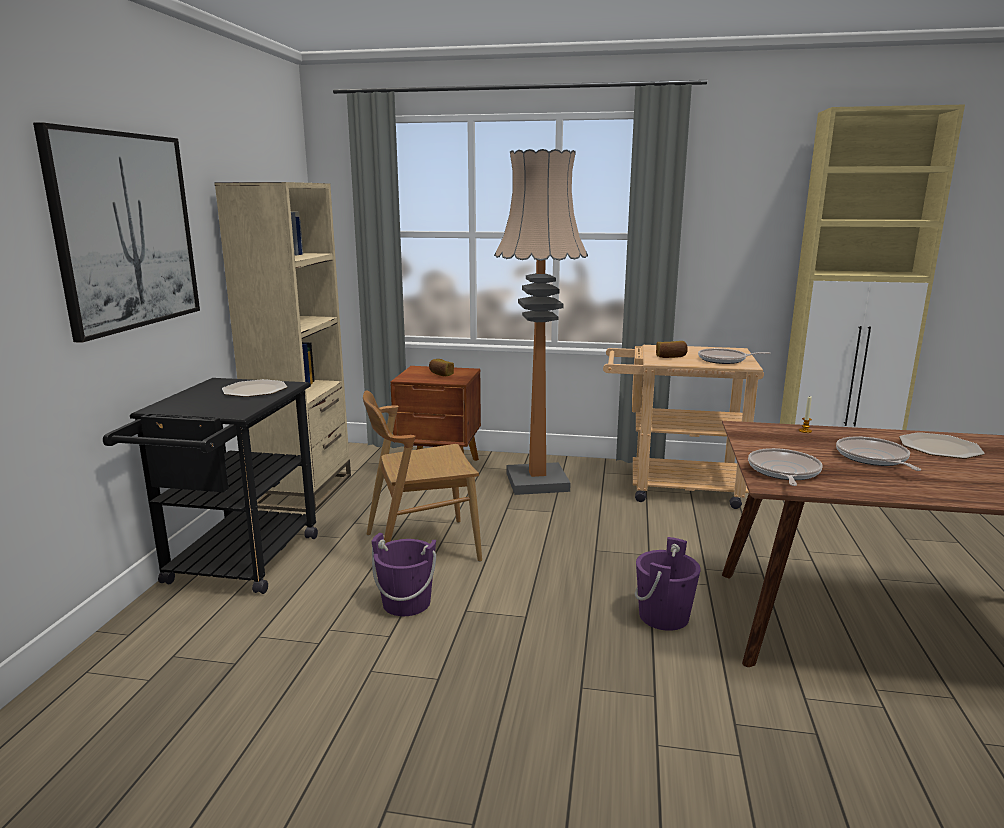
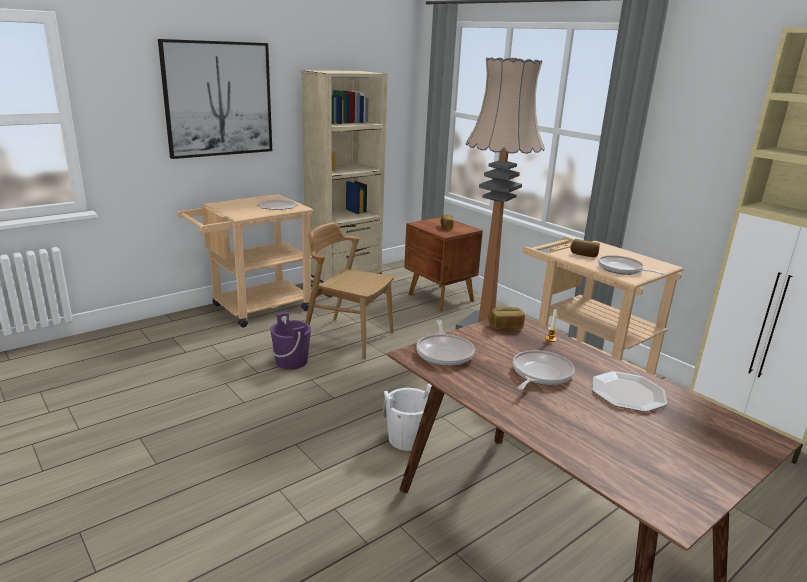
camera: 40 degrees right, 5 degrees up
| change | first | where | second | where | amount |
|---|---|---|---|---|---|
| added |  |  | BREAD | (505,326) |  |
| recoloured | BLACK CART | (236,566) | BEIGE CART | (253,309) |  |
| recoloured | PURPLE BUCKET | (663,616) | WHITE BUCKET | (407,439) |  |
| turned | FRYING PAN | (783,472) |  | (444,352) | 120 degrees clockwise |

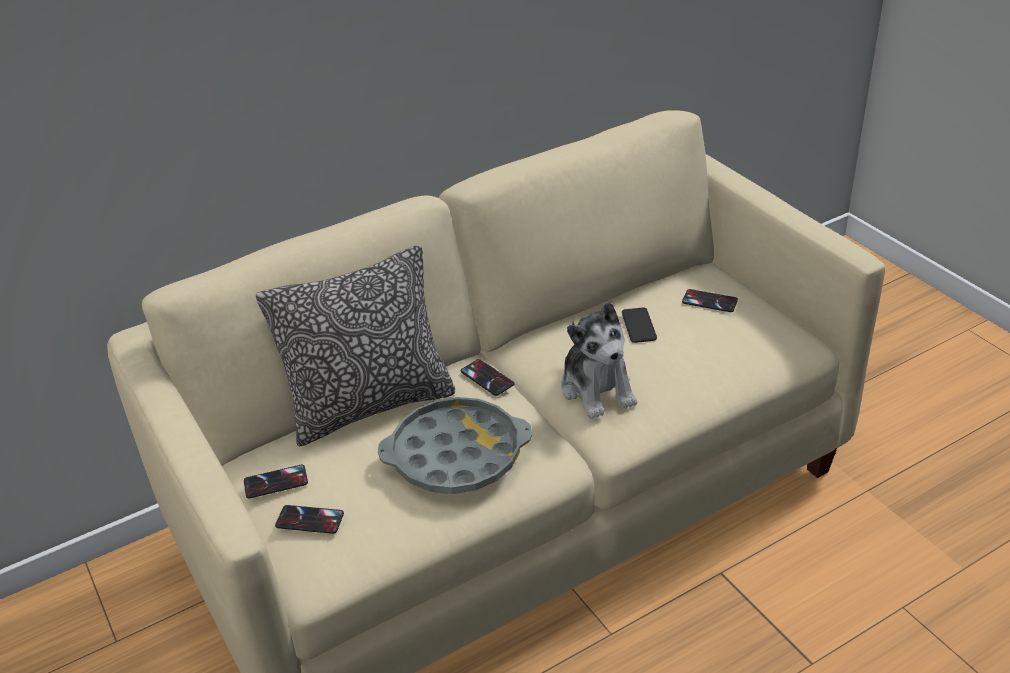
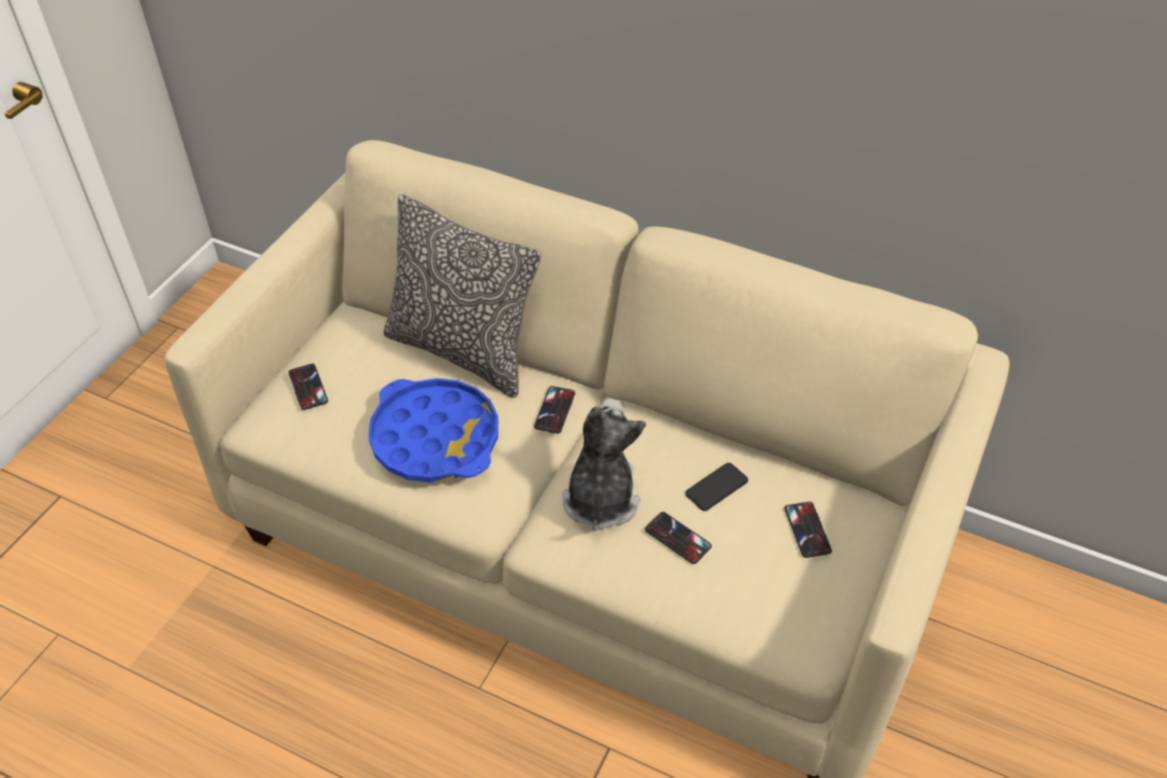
camera: 55 degrees right, 10 degrees up
| change | first | where | second | where | amount |
|---|---|---|---|---|---|
| moved | PHONE | (276,482) |  | (677,538) |  |
| recoloured | GREY TRAY | (456,454) | BLUE TRAY | (435,438) |  |
| turned | PLUSH TOY | (597,388) |  | (600,498) | 150 degrees clockwise |

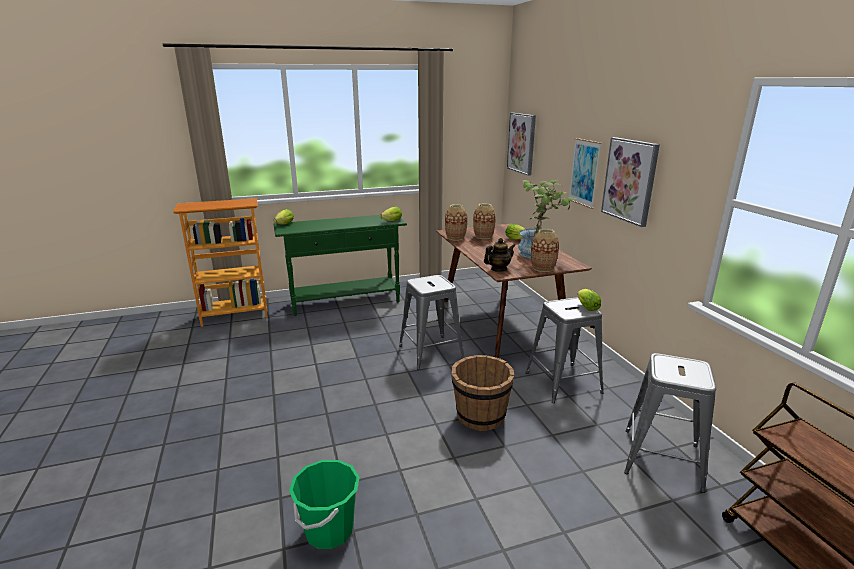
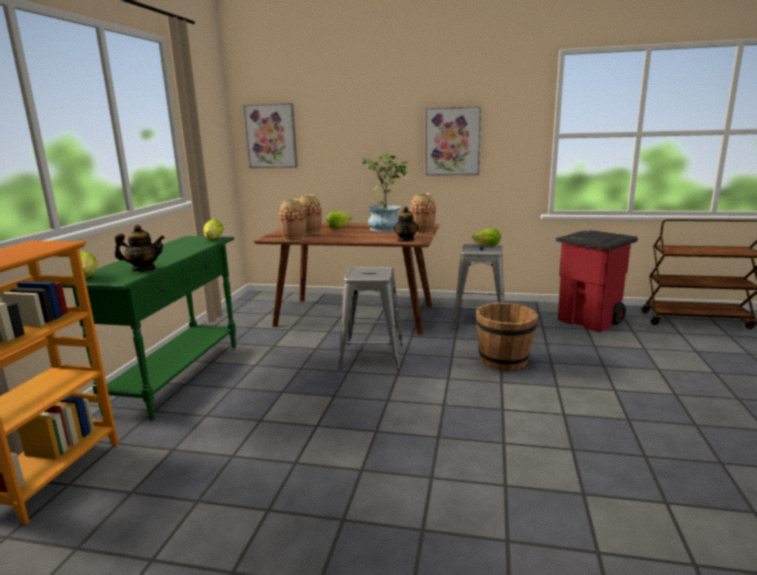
camera: 60 degrees left, 5 degrees down
| change | first | where | second | where | amount |
|---|---|---|---|---|---|
| removed | GREEN BUCKET | (329,530) |  |  |  |
| removed | PICTURE | (584,173) |  |  |  |
| added |  |  | TEAPOT | (144,269) |  |
| replaced | GREY STOOL | (661,458) | RED TRASH CAN | (590,321) |  |

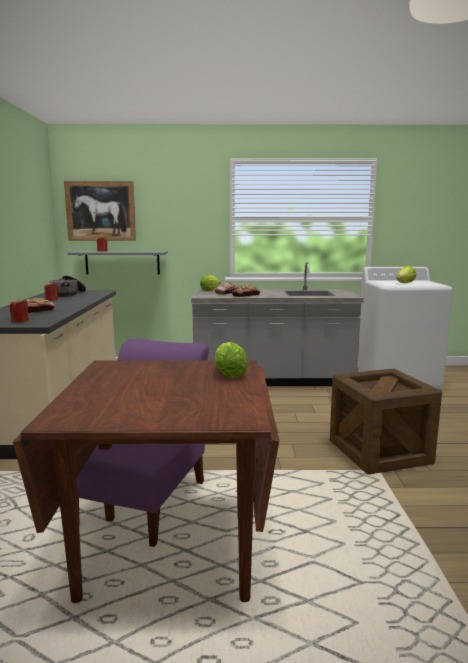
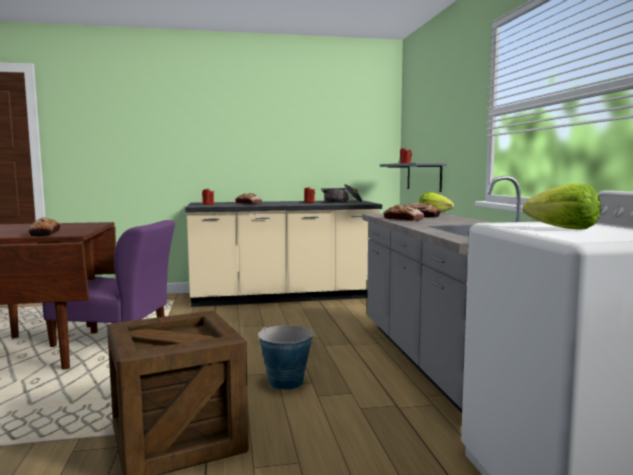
camera: 80 degrees right, 5 degrees down
| change | first | where | second | where | amount |
|---|---|---|---|---|---|
| removed | PICTURE | (100,211) |  |  |  |
| added |  |  | BUCKET | (286,382) |  |
| replaced | LETTUCE | (229,374) | BREAD | (45,234) |  |

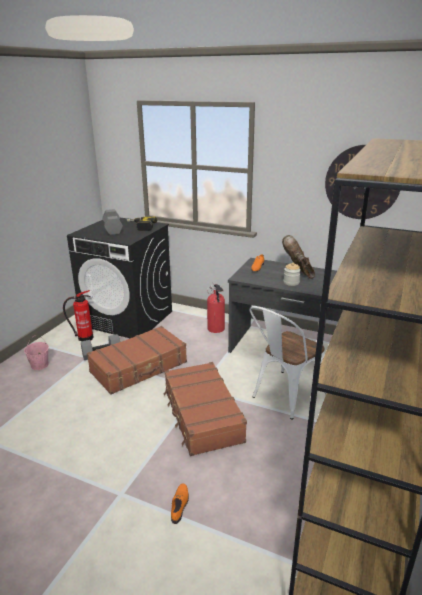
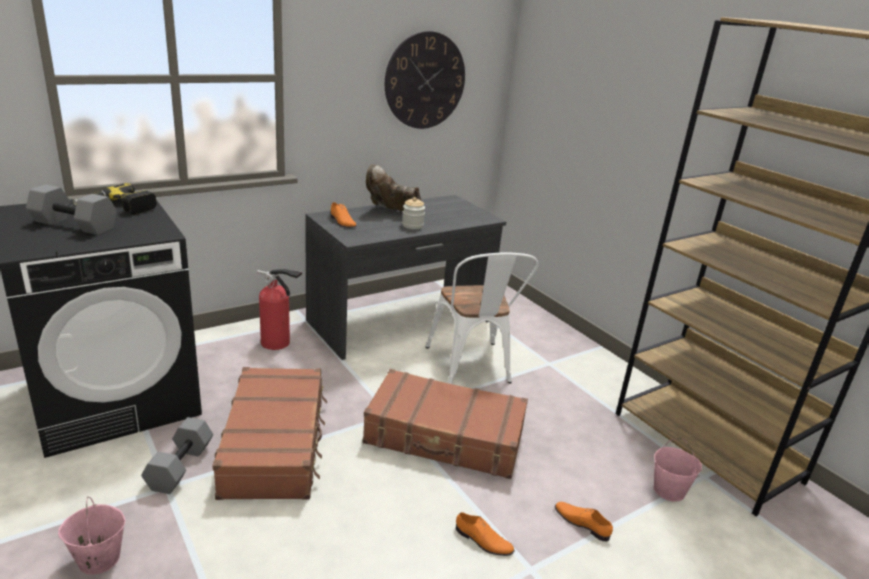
camera: 60 degrees left, 0 degrees up
| change | first | where | second | where | amount |
|---|---|---|---|---|---|
| removed | FIRE EXTINGUISHER | (84,338) |  |  |  |
| added |  |  | ORANGE SHOE | (483,541) |  |
| added |  |  | PINK BUCKET | (669,490) |  |

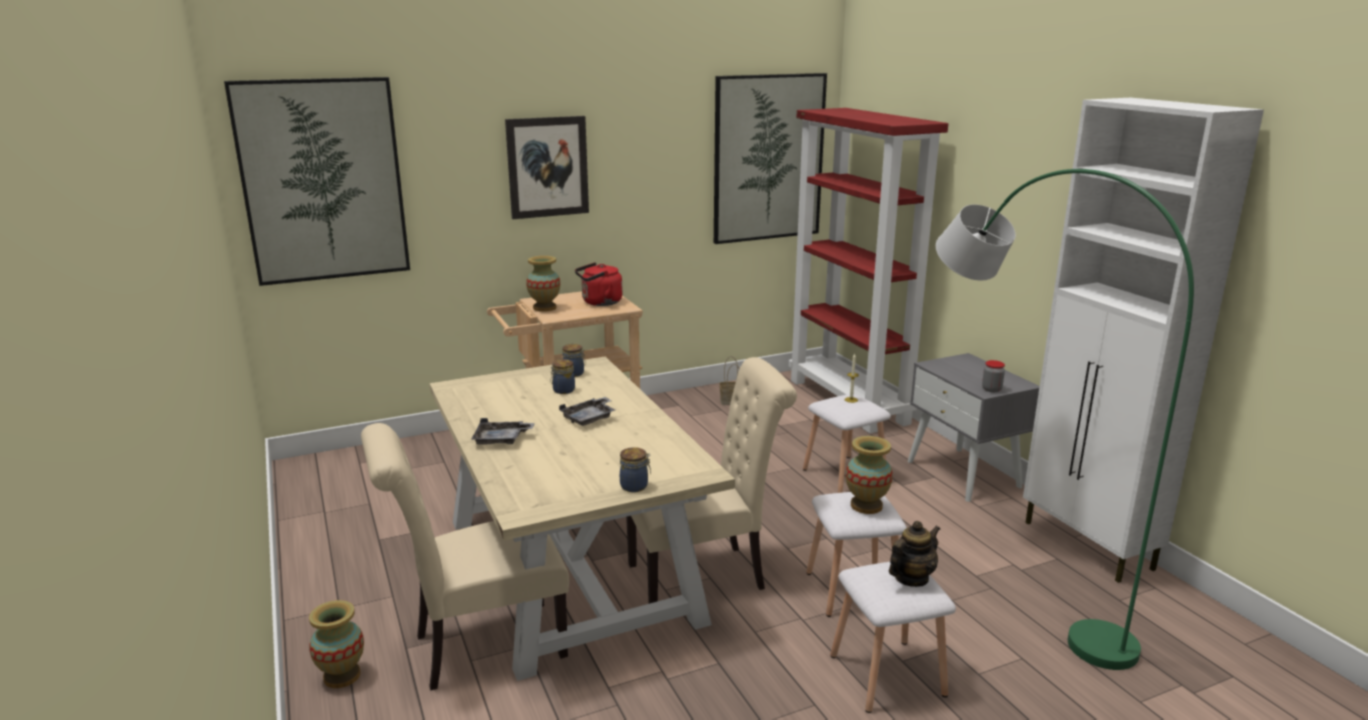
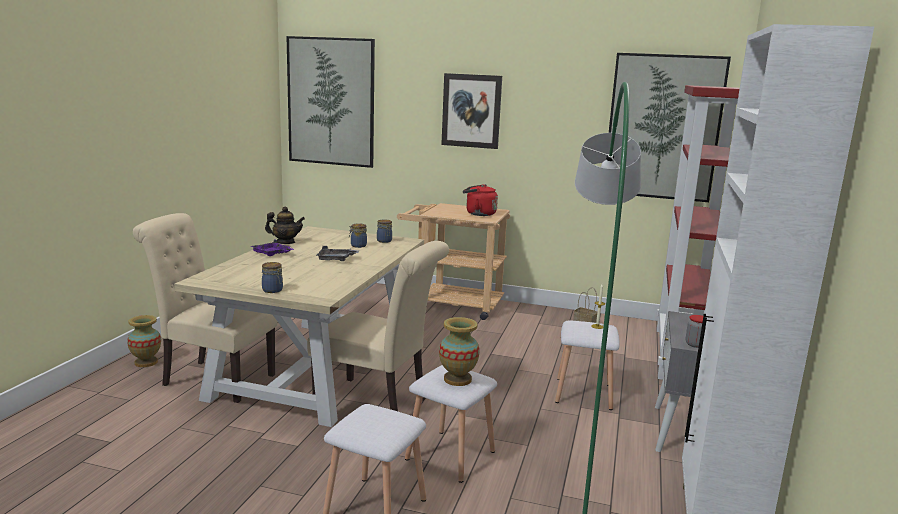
camera: 40 degrees right, 5 degrees down
| change | first | where | second | where | amount |
|---|---|---|---|---|---|
| removed | VASE | (544,308) |  |  |  |
| moved | TEAPOT | (911,578) |  | (285,242) |  |
| recoloured | GREY TRAY | (501,440) | PURPLE TRAY | (272,254) |  |

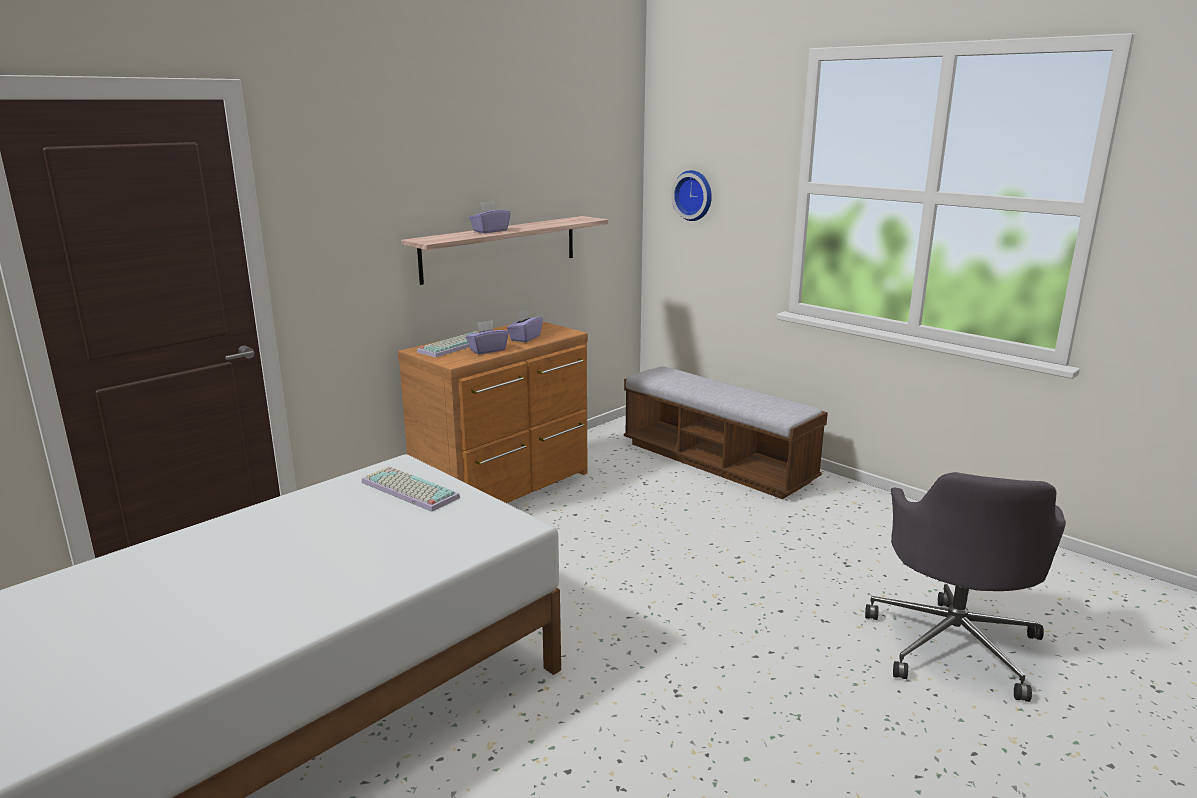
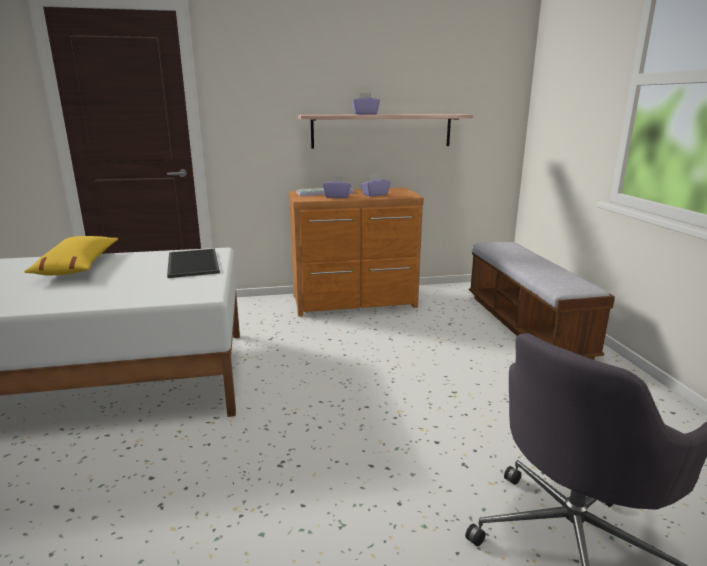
camera: 35 degrees right, 0 degrees up
| change | first | where | second | where | amount |
|---|---|---|---|---|---|
| removed | WALL CLOCK | (694,195) |  |  |  |
| added |  |  | YELLOW PILLOW | (77,266) |  |
| replaced | KEYBOARD | (407,490) | TRAY | (191,263) |  |

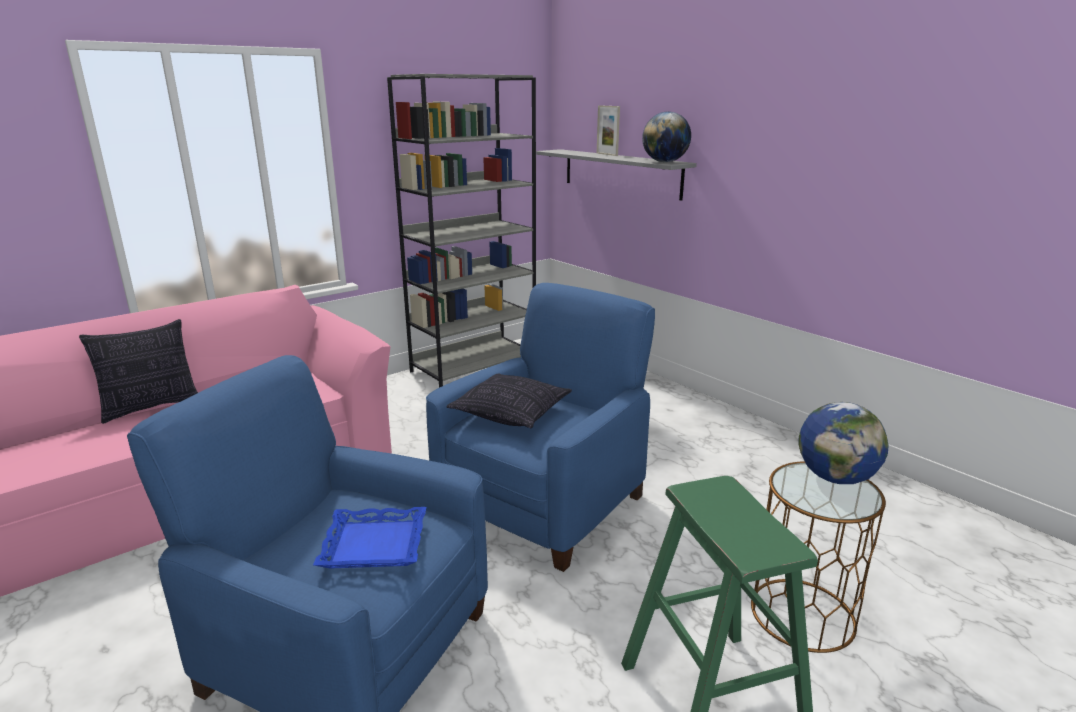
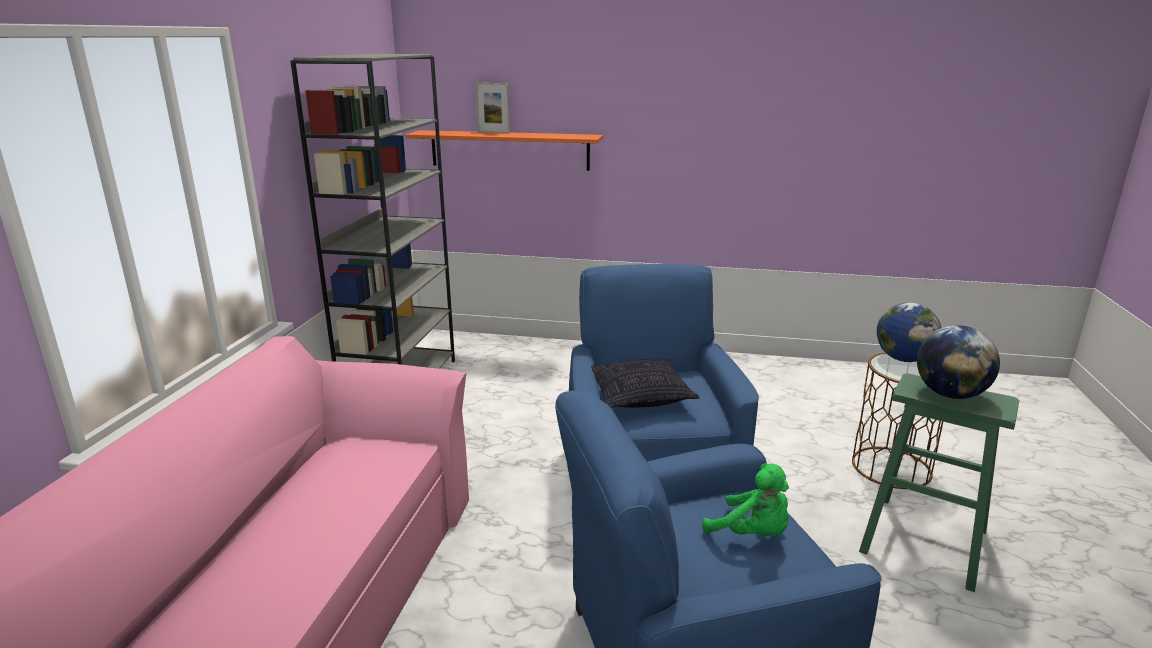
camera: 40 degrees left, 0 degrees up
| change | first | where | second | where | amount |
|---|---|---|---|---|---|
| removed | PILLOW | (152,407) |  |  |  |
| moved | GLOBE | (664,162) |  | (950,394) |  |
| replaced | BLUE TRAY | (374,545) | GREEN PLUSH TOY | (752,534) |  |
| recoloured | GREY SHELF | (621,173) | ORANGE SHELF | (509,150) |  |

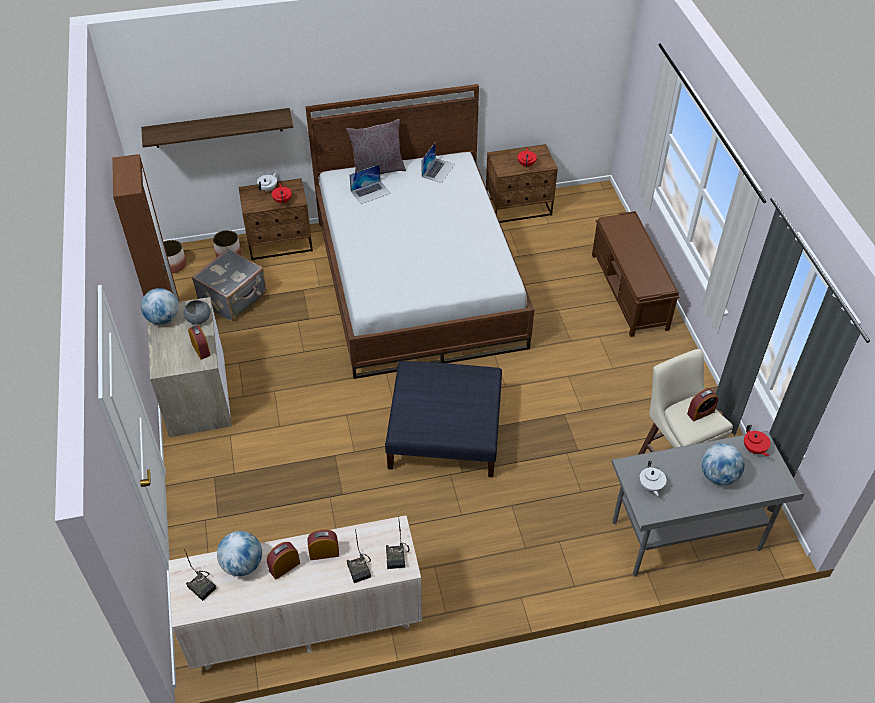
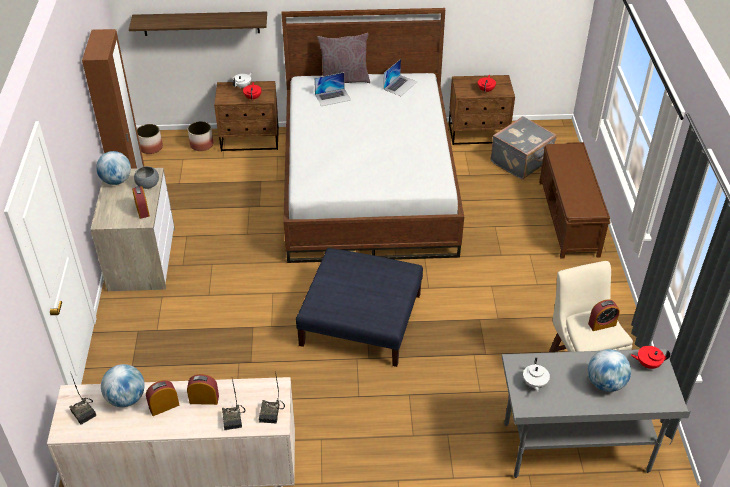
camera: 10 degrees right, 5 degrees down
| change | first | where | second | where | amount |
|---|---|---|---|---|---|
| moved | GREY SUITCASE | (234,298) |  | (522,161) |  |
| turned | RED TEAPOT | (754,449) |  | (647,364) | 105 degrees clockwise |

